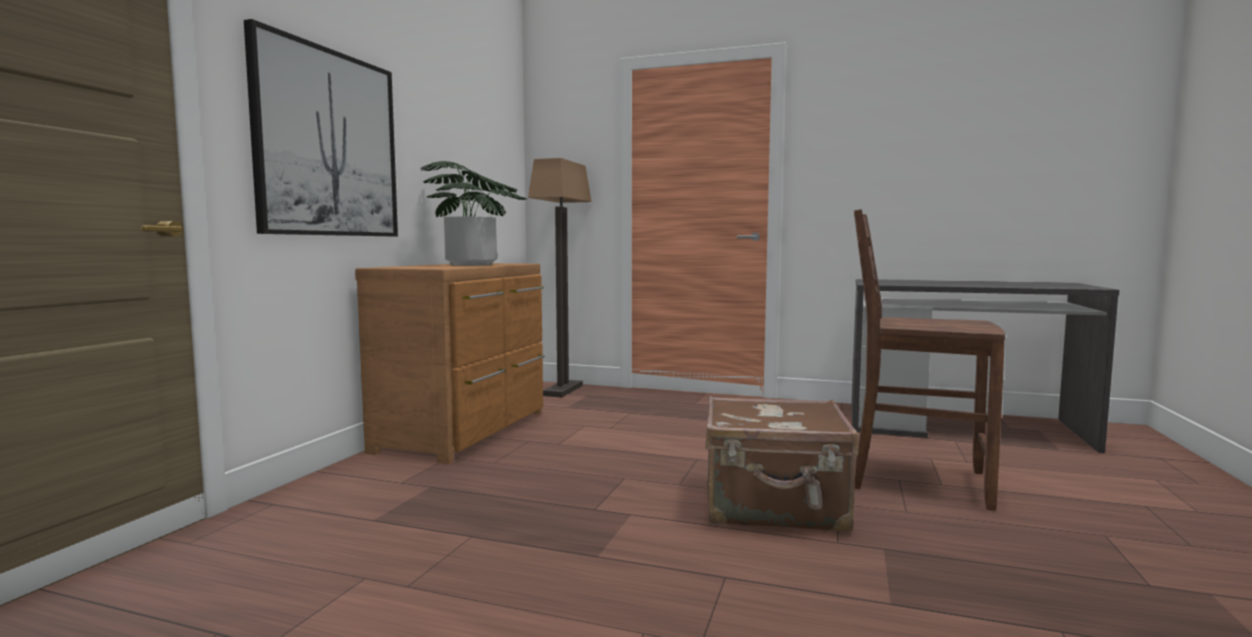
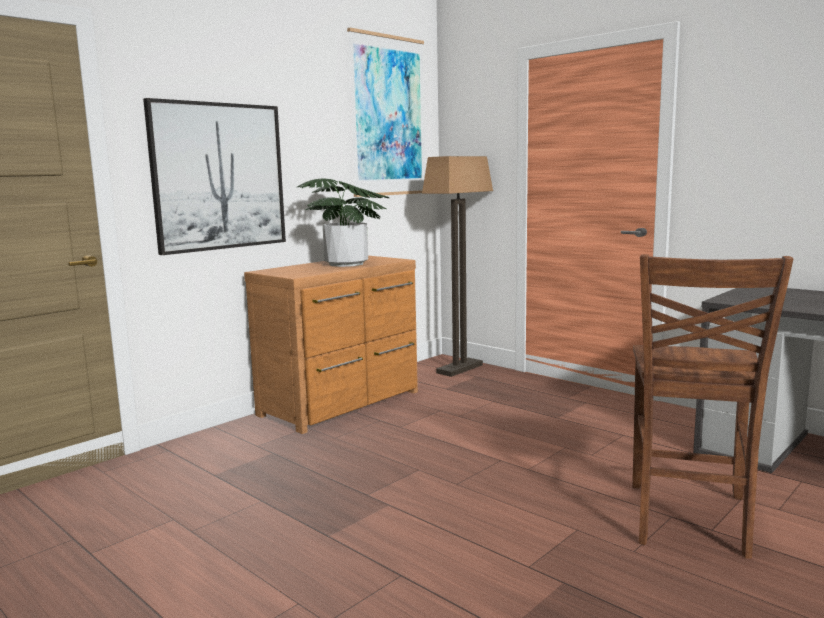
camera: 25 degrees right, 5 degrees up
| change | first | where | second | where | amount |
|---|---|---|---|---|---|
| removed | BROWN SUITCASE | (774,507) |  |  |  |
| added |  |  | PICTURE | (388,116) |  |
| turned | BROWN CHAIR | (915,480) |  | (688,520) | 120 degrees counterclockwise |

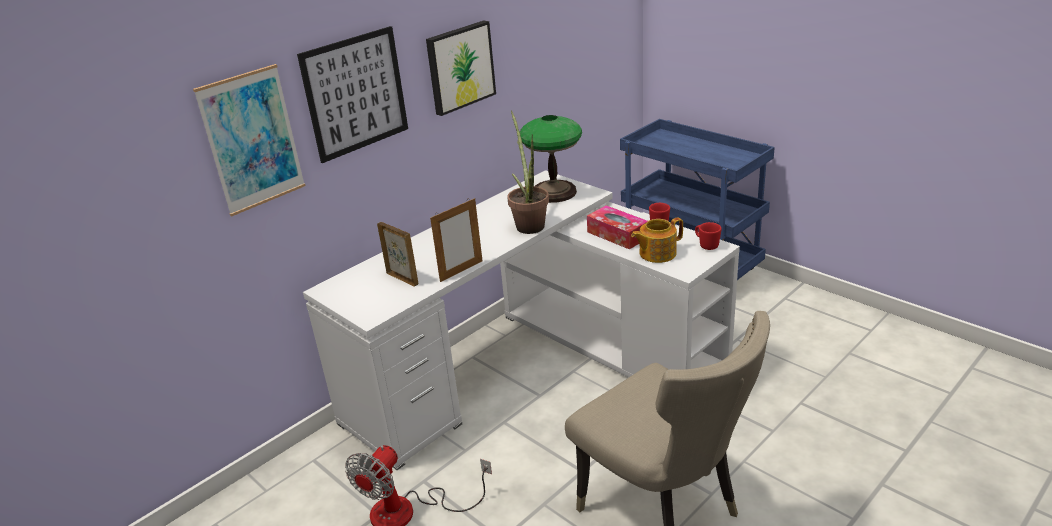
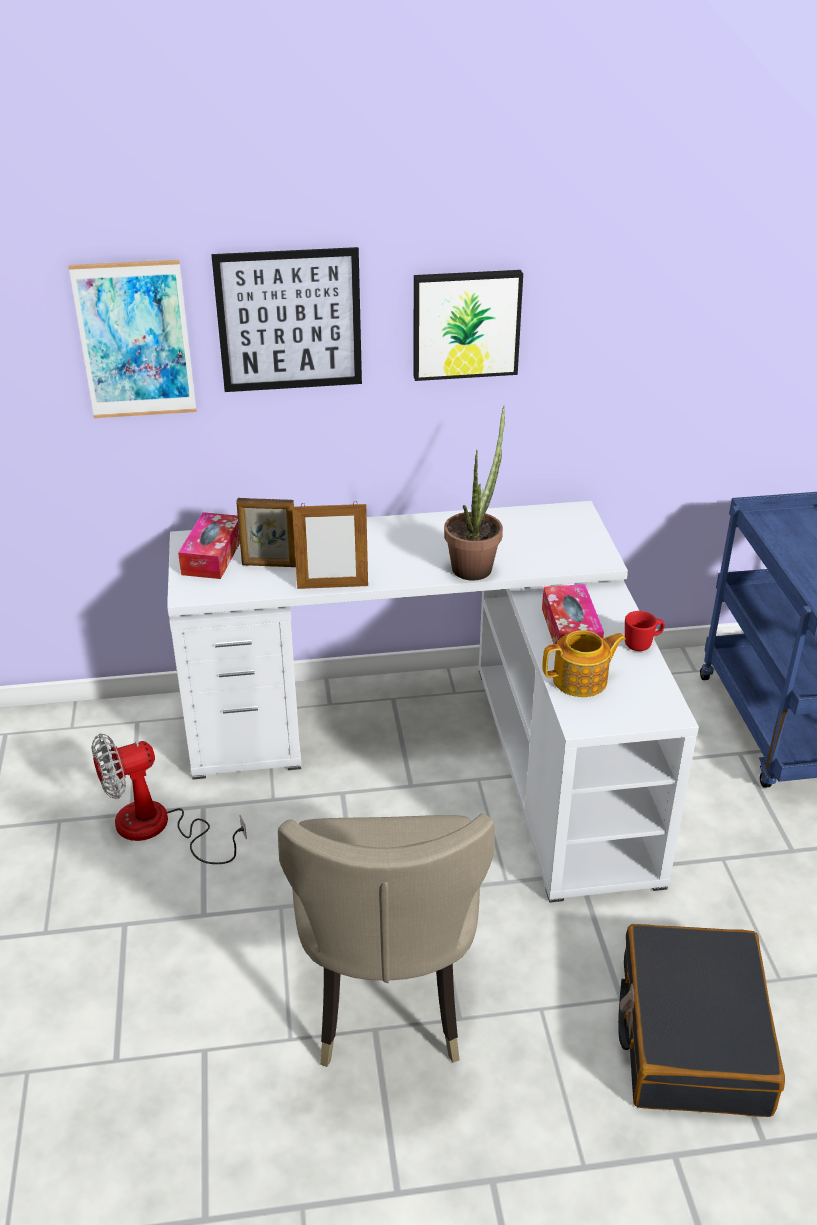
camera: 35 degrees right, 5 degrees up
| change | first | where | second | where | amount |
|---|---|---|---|---|---|
| removed | TABLE LAMP | (553,192) |  |  |  |
| removed | RED MUG | (706,245) |  |  |  |
| added |  |  | TISSUE BOX | (212,556) |  |
| added |  |  | BLACK SUITCASE | (692,1035) |  |
| turned | PICTURE FRAME | (402,278) |  | (269,565) | 105 degrees clockwise |
| turned | TEAPOT | (656,253) |  | (581,680) | 150 degrees clockwise |

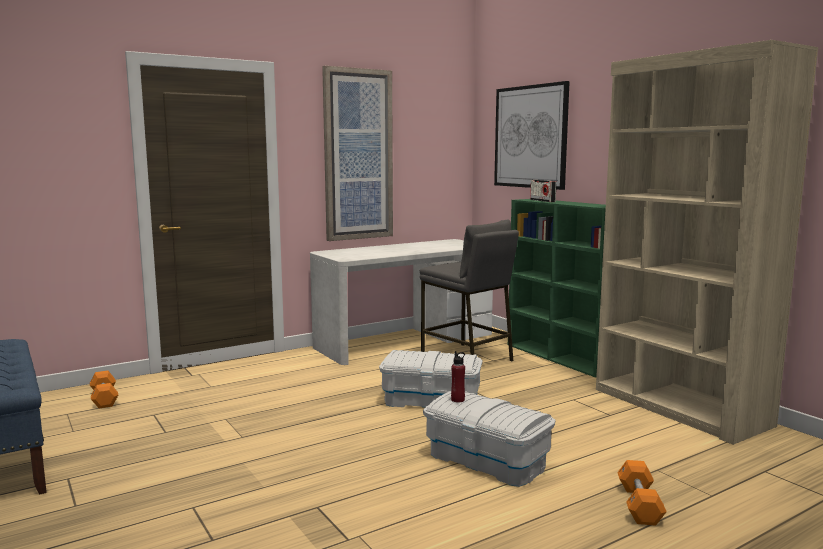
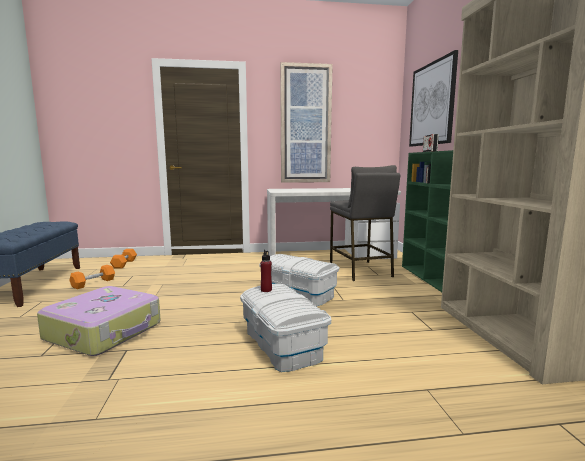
camera: 25 degrees right, 0 degrees up
| change | first | where | second | where | amount |
|---|---|---|---|---|---|
| added |  |  | SUITCASE | (105,331) |  |
| moved | ORANGE DUMBBELL | (639,504) |  | (93,283) |  |

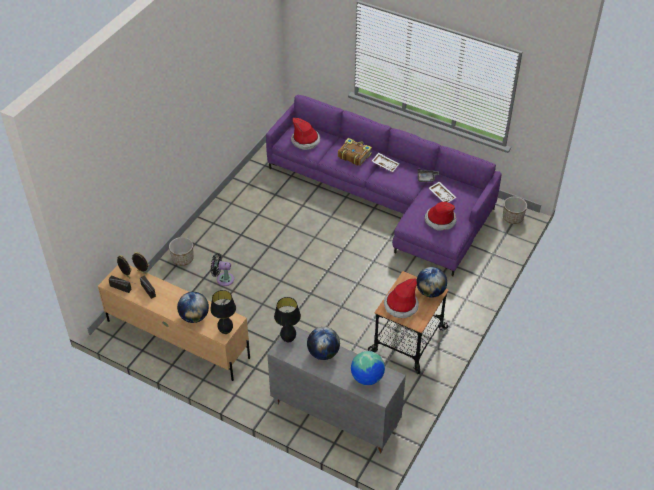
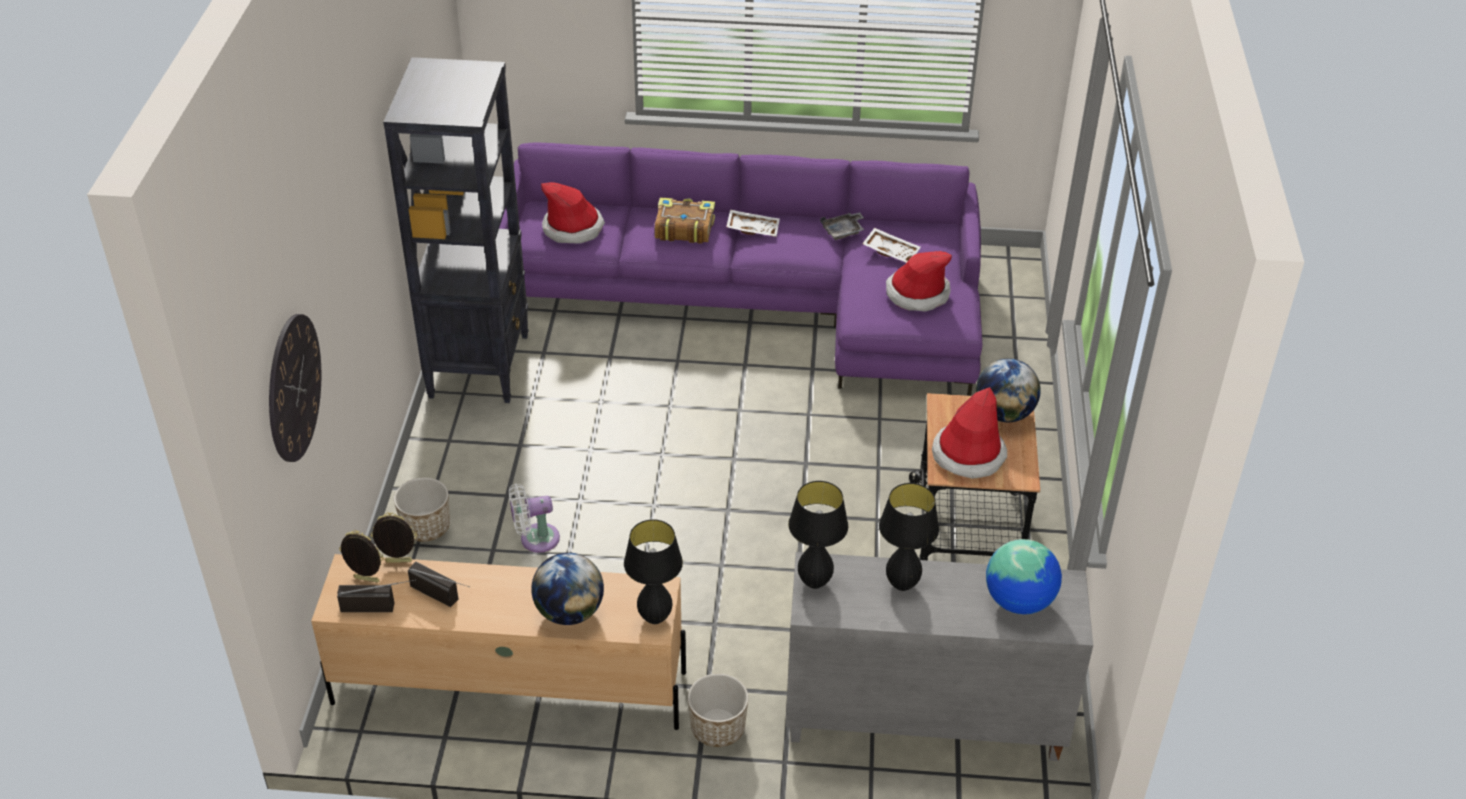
camera: 25 degrees left, 5 degrees down
| change | first | where | second | where | amount |
|---|---|---|---|---|---|
| added |  |  | WALL CLOCK | (293,387) |  |
| added |  |  | BLACK BOOKCASE | (479,365) |  |
| moved | PLANTER | (512,218) |  | (717,728) |  |
| replaced | GLOBE | (323,353) | BLACK TABLE LAMP | (902,585) |  |
| recoloured | BLACK FAN | (223,279) | WHITE FAN | (535,539) |  |

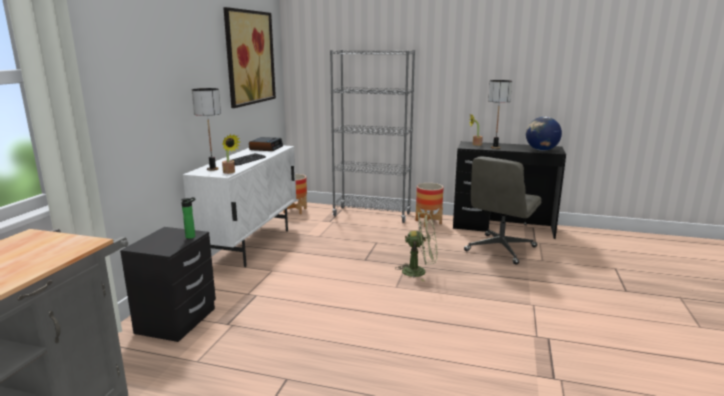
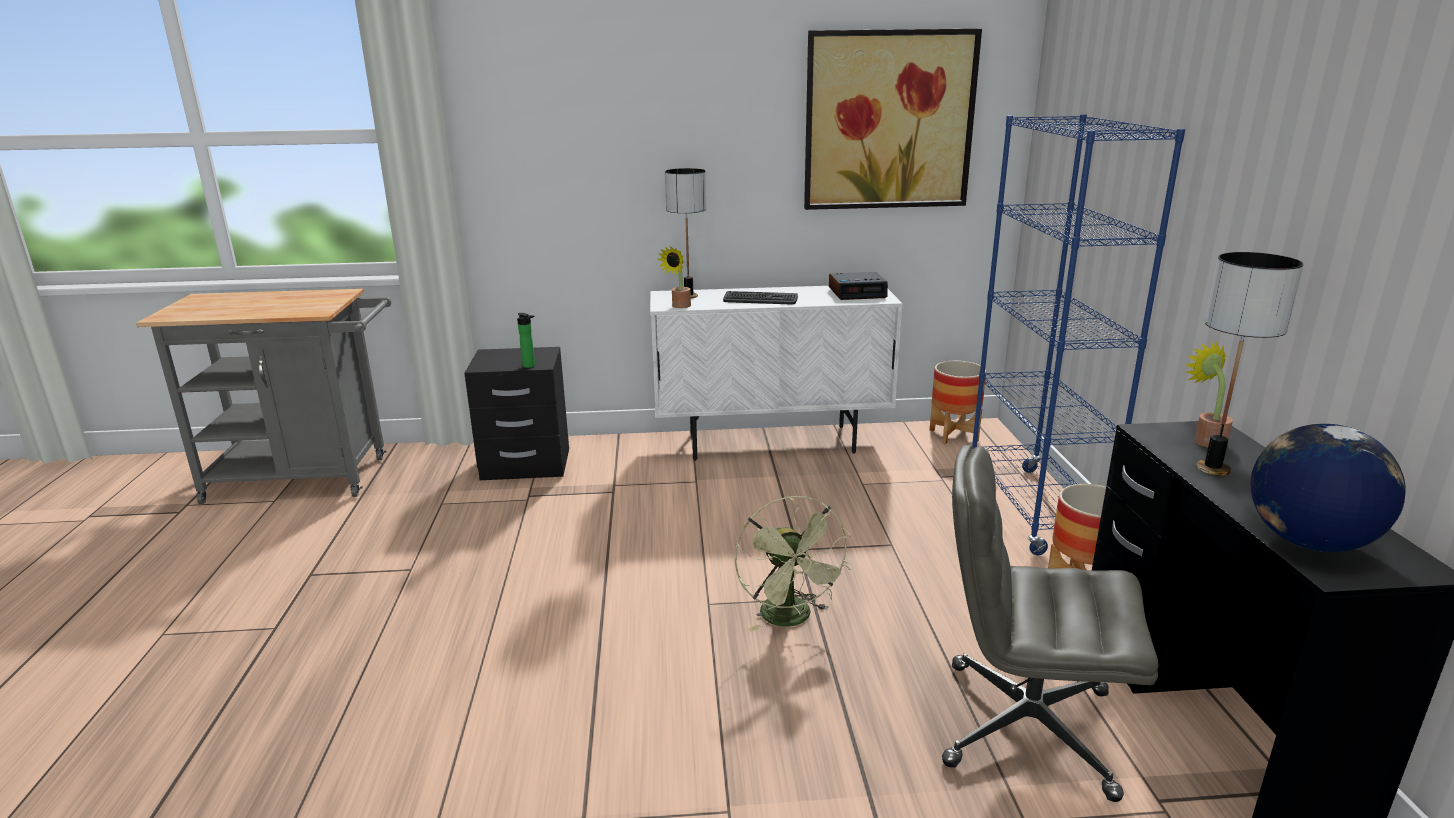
camera: 70 degrees right, 5 degrees up
| change | first | where | second | where | amount |
|---|---|---|---|---|---|
| recoloured | GREY BOOKCASE | (372,215) | BLUE BOOKCASE | (1033,510) |  |

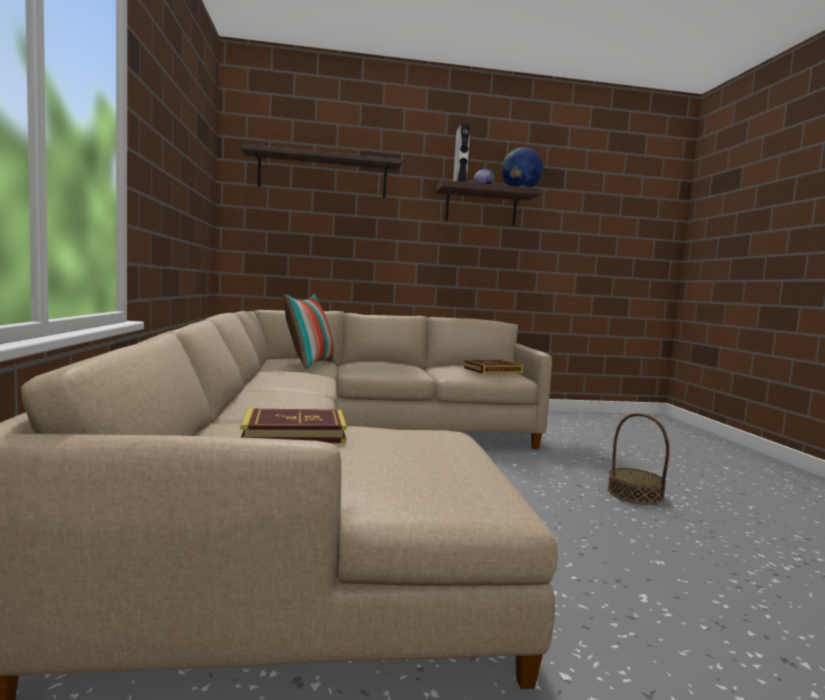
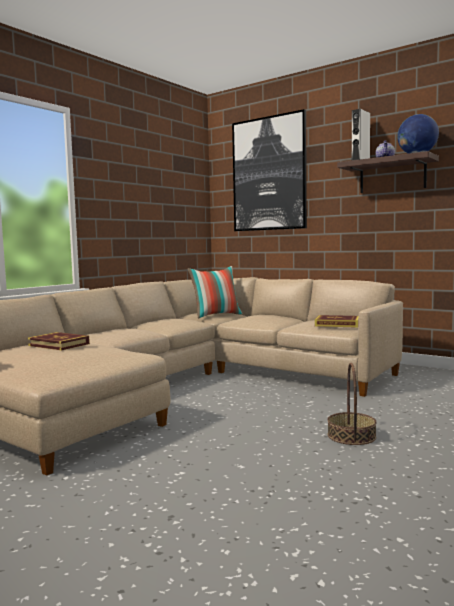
camera: 45 degrees right, 0 degrees up
| change | first | where | second | where | amount |
|---|---|---|---|---|---|
| replaced | SHELF | (323,175) | PICTURE | (269,174) |  |

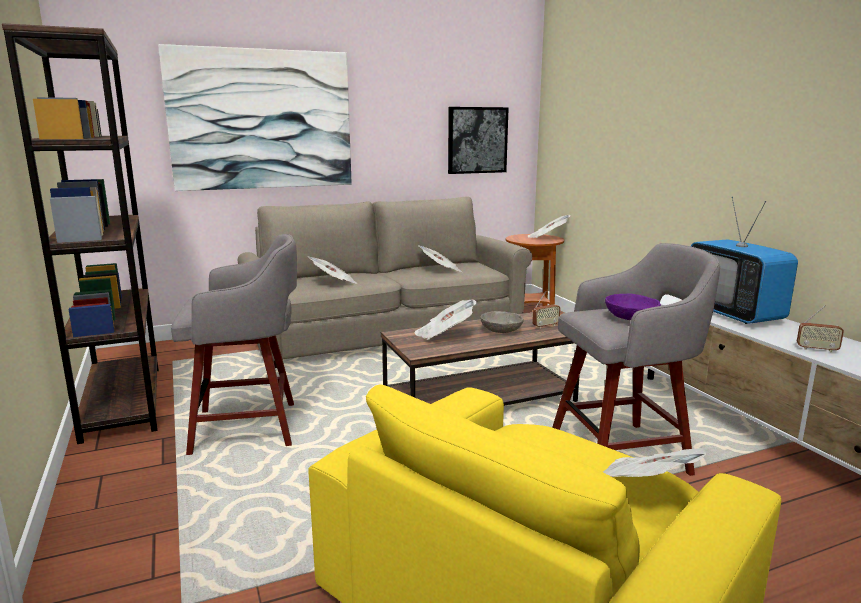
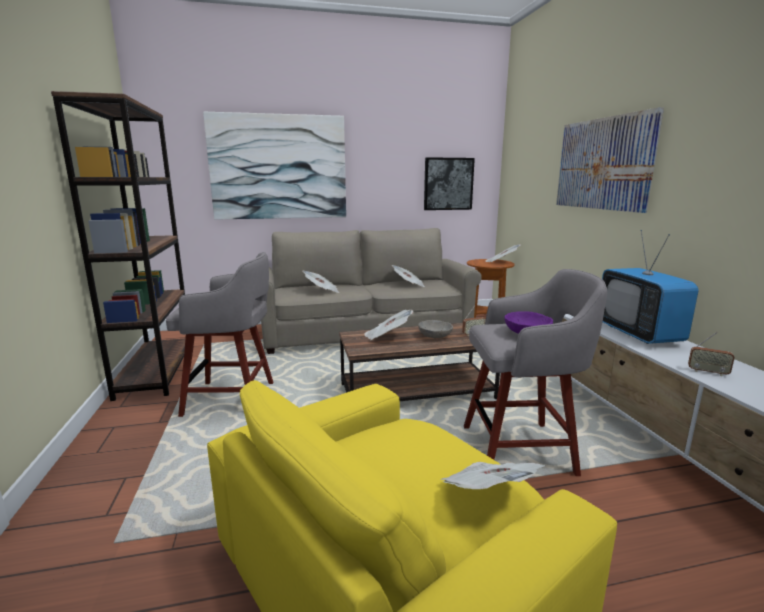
camera: 10 degrees right, 0 degrees up
| change | first | where | second | where | amount |
|---|---|---|---|---|---|
| added |  |  | PICTURE | (603,164) |  |

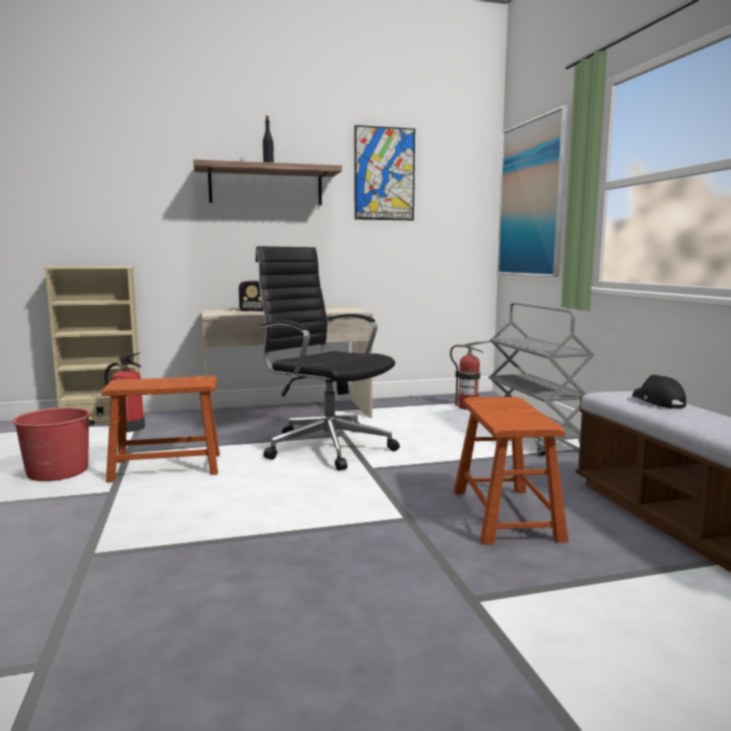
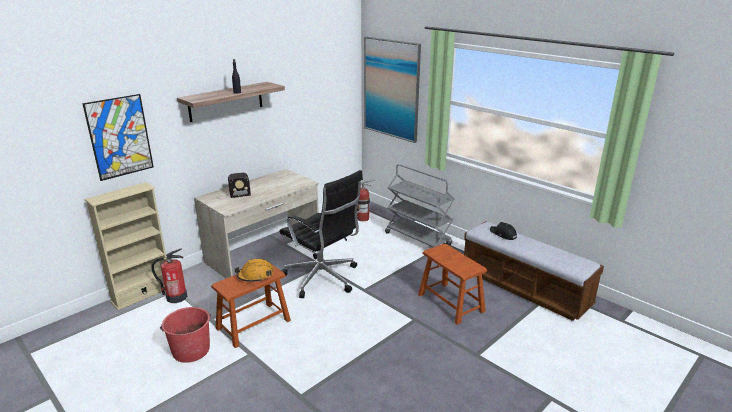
camera: 30 degrees left, 15 degrees up
| change | first | where | second | where | amount |
|---|---|---|---|---|---|
| added |  |  | ORANGE HARD HAT | (255,275) |  |
| moved | PICTURE | (384,174) |  | (120,137) |  |
| turned | BLACK OFFICE CHAIR | (326,447) |  | (323,278) | 150 degrees counterclockwise |

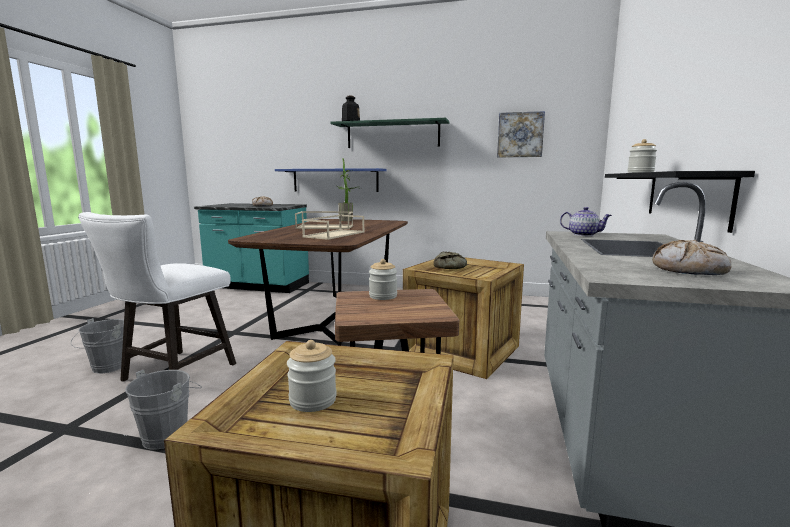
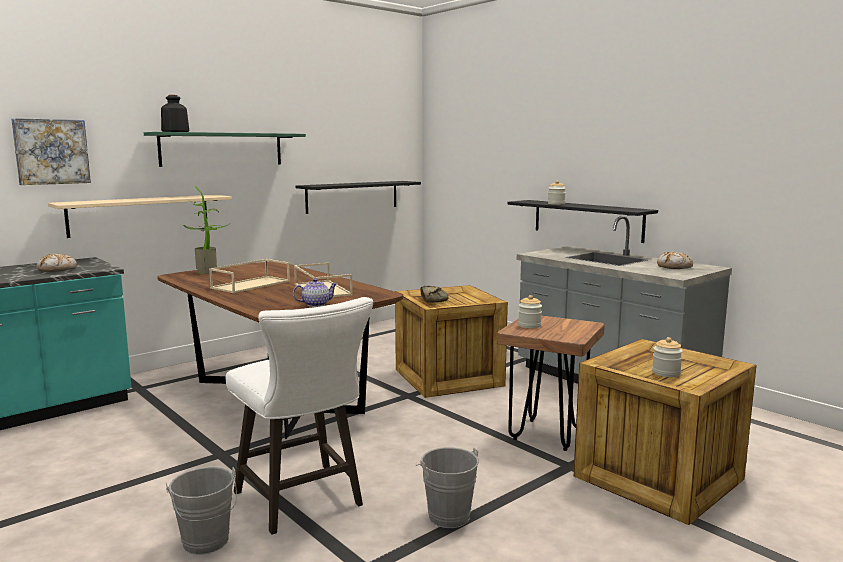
camera: 55 degrees left, 0 degrees up
| change | first | where | second | where | amount |
|---|---|---|---|---|---|
| added |  |  | BLACK SHELF | (352,196) |  |
| moved | PICTURE | (520,135) |  | (51,151) |  |
| moved | TEAPOT | (583,234) |  | (315,304) |  |
| recoloured | BLUE SHELF | (335,180) | BEIGE SHELF | (140,215) |  |

